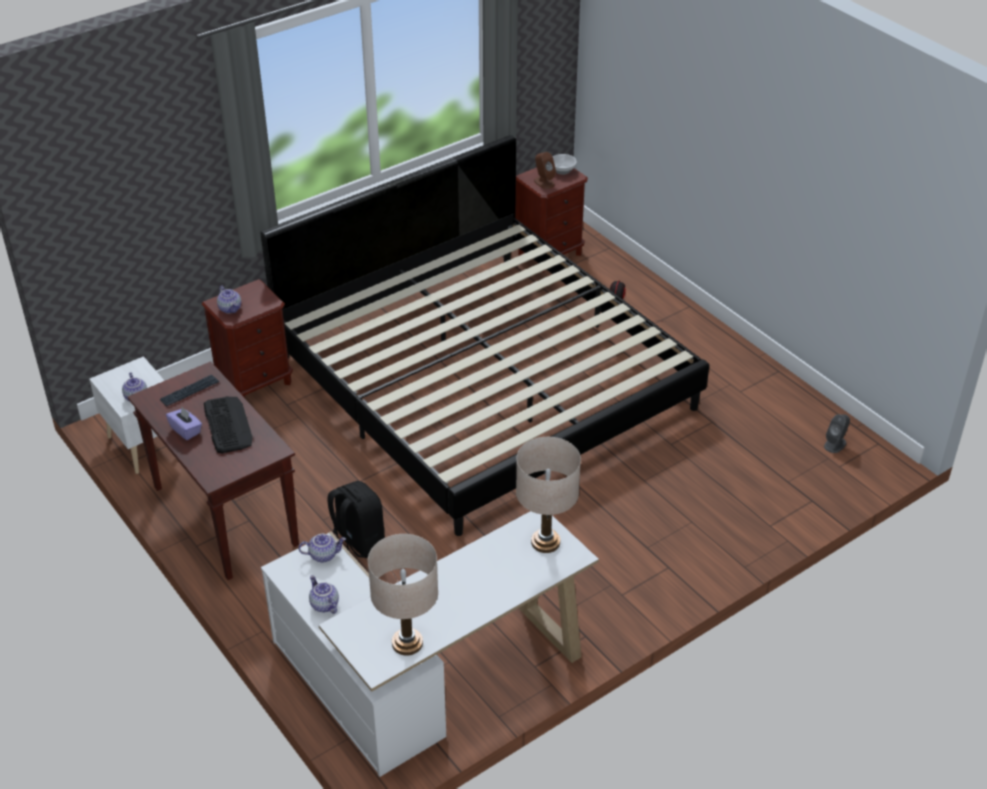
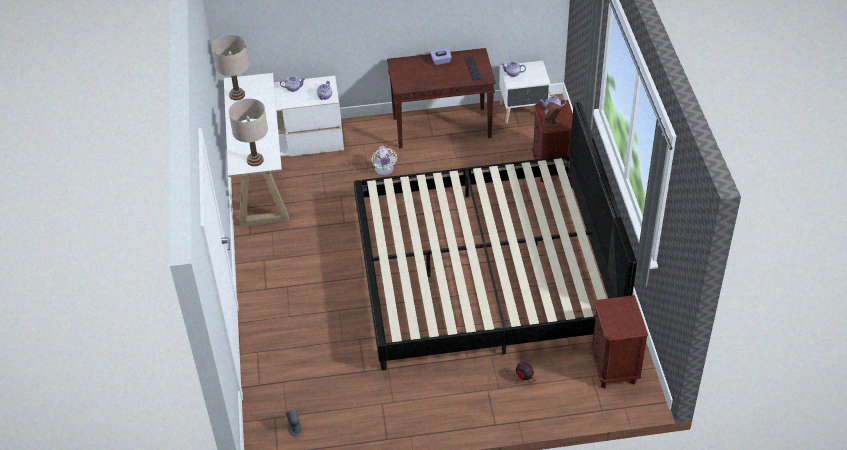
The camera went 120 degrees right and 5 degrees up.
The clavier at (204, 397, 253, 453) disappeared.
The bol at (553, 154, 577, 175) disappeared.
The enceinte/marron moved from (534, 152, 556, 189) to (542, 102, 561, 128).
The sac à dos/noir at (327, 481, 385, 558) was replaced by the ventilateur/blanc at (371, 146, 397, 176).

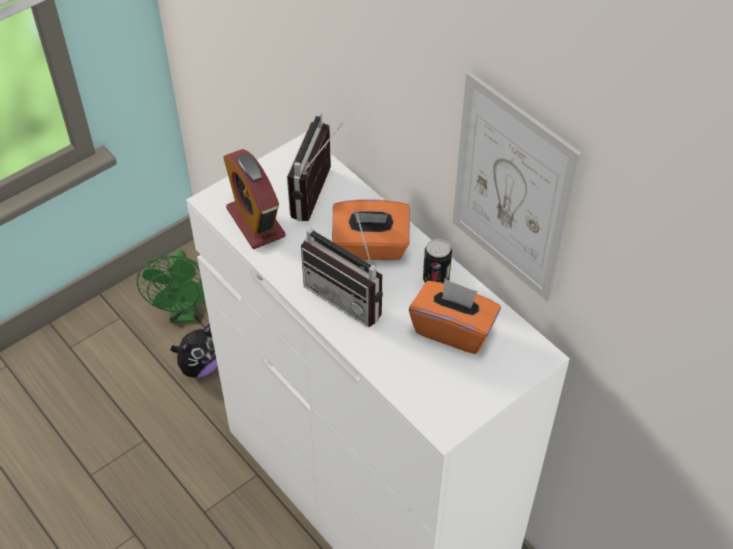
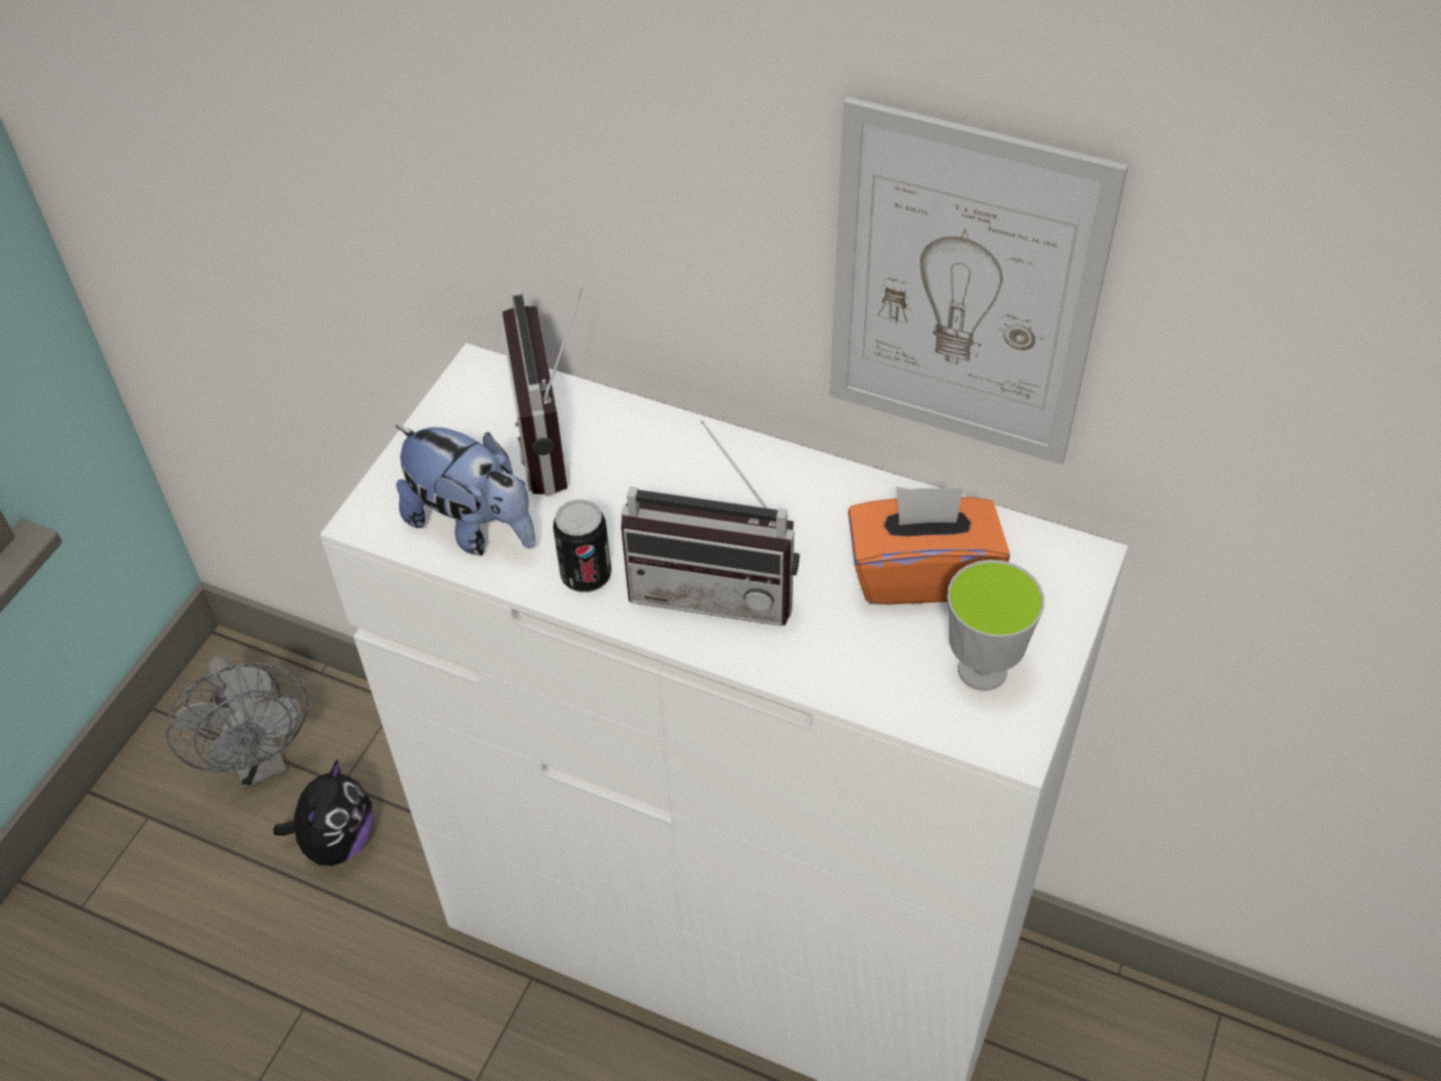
The camera went 25 degrees left and 0 degrees up.
The boîte à mouchoirs/orange at (332, 199, 410, 260) disappeared.
The tasse at (947, 560, 1044, 691) appeared.
The boîte métallique moved from (423, 239, 452, 283) to (553, 499, 611, 592).
The réveil at (223, 149, 285, 249) was replaced by the peluche at (395, 425, 535, 555).
The ventilateur/vert at (137, 250, 205, 323) became the ventilateur/gris at (166, 656, 308, 790).

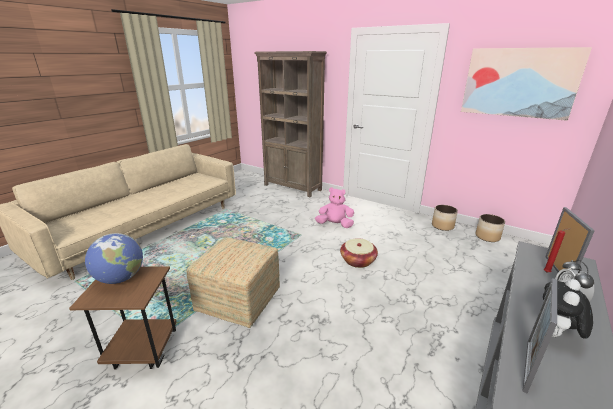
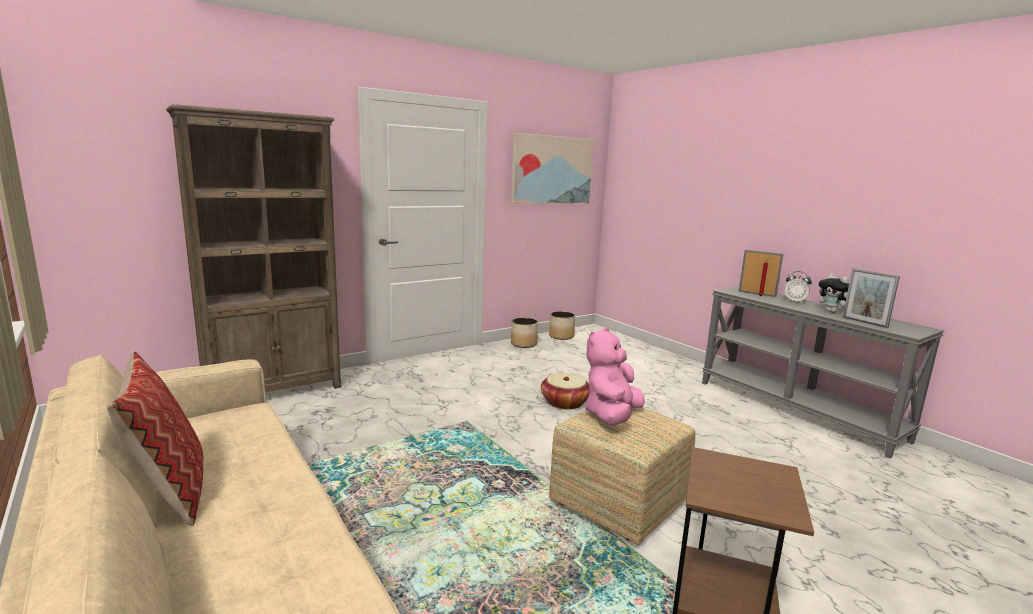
The camera went 70 degrees left and 10 degrees down.
The globe at (85, 233, 143, 284) disappeared.
The coussin at (107, 351, 204, 526) appeared.
The peluche/rose moved from (315, 187, 354, 228) to (585, 327, 645, 425).

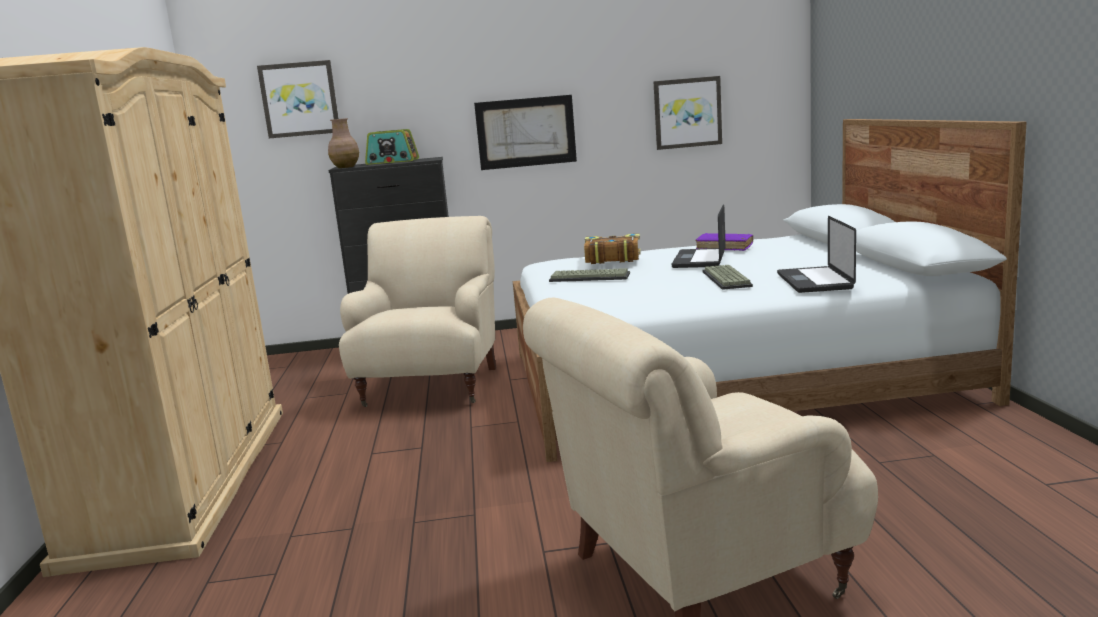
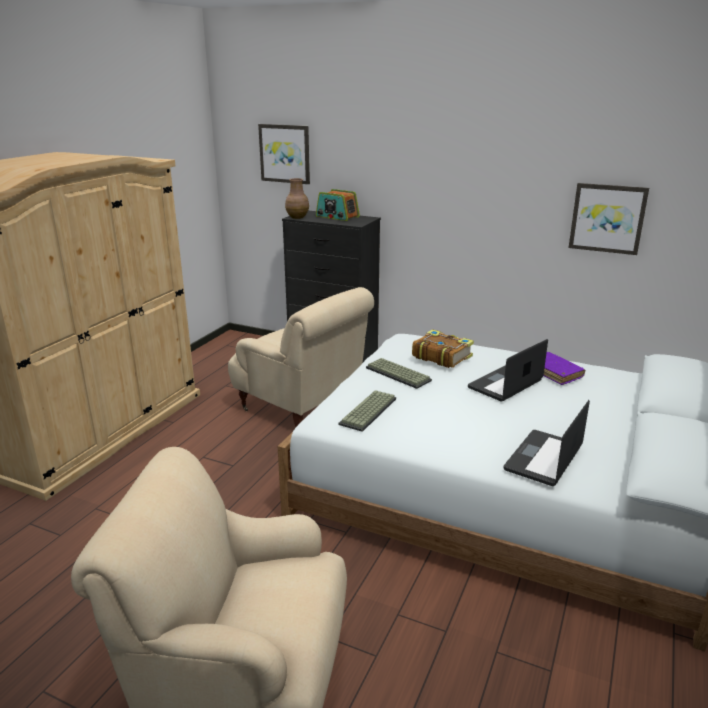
The camera went 30 degrees right and 10 degrees up.
The tableau at (474, 95, 577, 170) disappeared.
The clavier moved from (702, 265, 753, 290) to (339, 390, 396, 432).
The fauteuil/beige at (339, 216, 496, 407) turned 90 degrees clockwise.

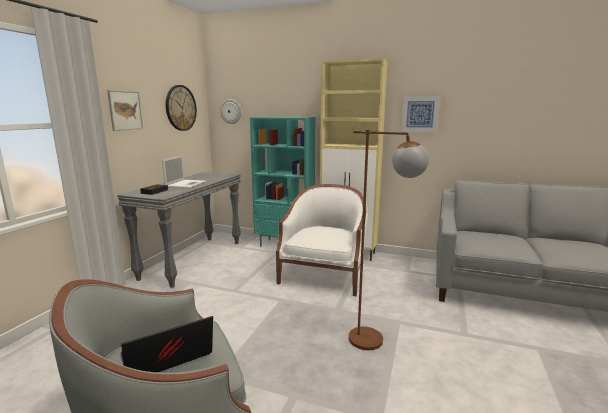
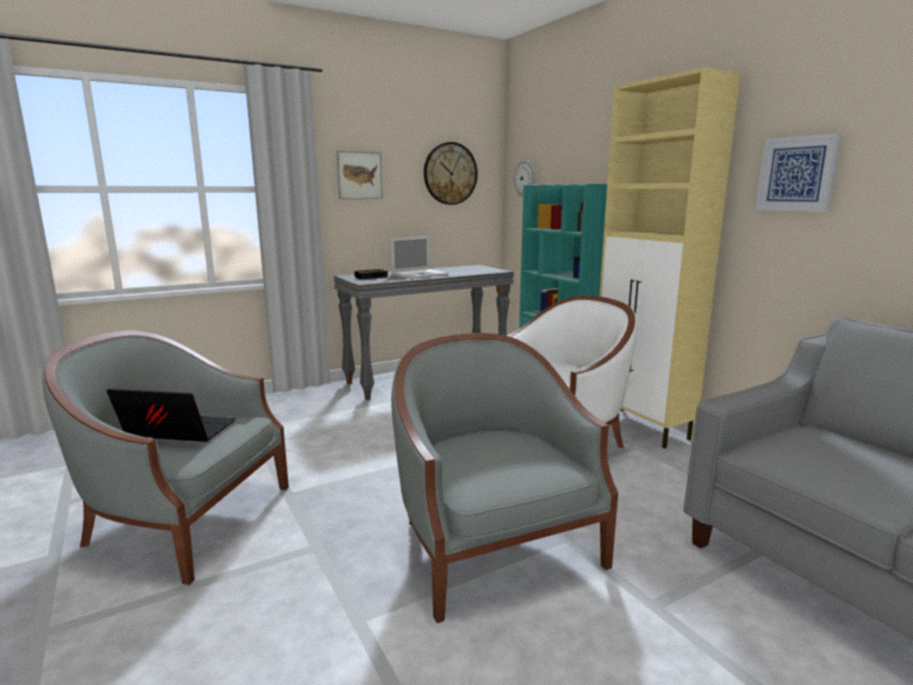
The camera went 40 degrees right and 0 degrees up.
The lampadaire/marron at (349, 130, 429, 350) was replaced by the fauteuil/gris at (391, 333, 618, 623).

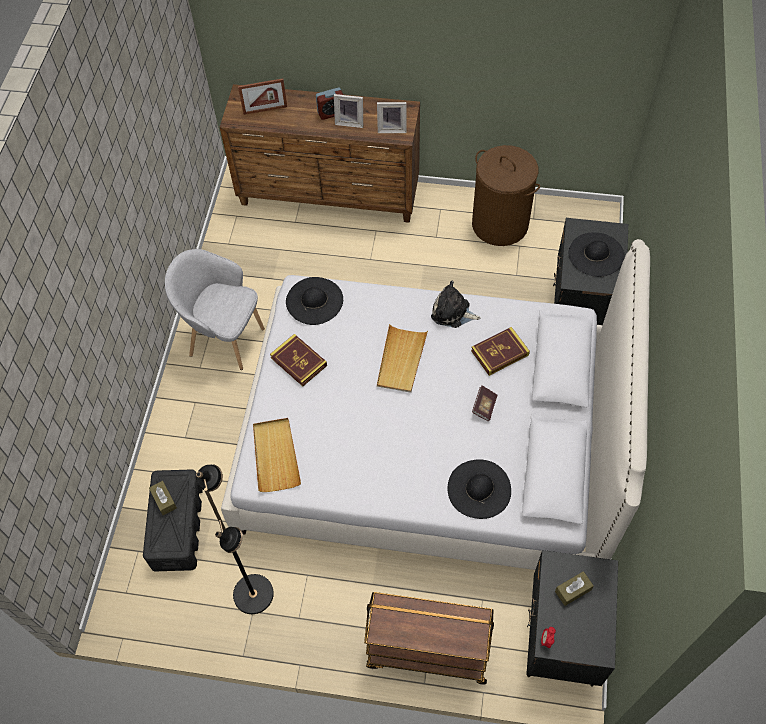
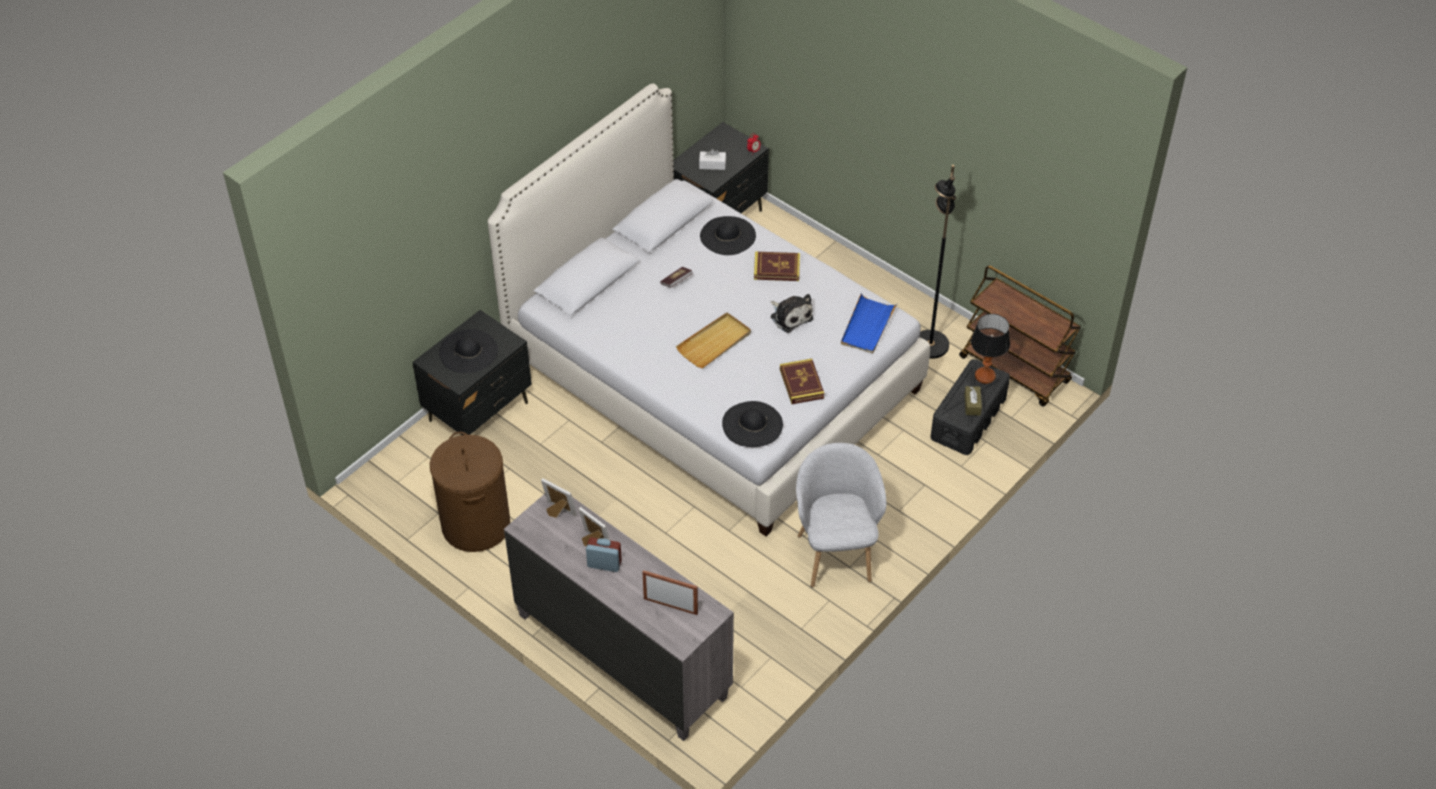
The camera went 150 degrees left and 10 degrees down.
The lampe de table at (971, 314, 1010, 384) appeared.
The chariot/marron moved from (364, 592, 494, 685) to (959, 265, 1081, 407).
The peluche moved from (431, 281, 481, 328) to (771, 294, 813, 333).
The livre moved from (471, 327, 530, 376) to (754, 251, 800, 281).
The commode/marron at (220, 84, 420, 223) became the commode/gris at (504, 494, 734, 741).
The plateau/beige at (253, 418, 301, 492) became the plateau/bleu at (841, 293, 898, 354).
The boîte à mouchoirs/marron at (555, 571, 594, 606) became the boîte à mouchoirs/blanc at (699, 149, 726, 170).
The fauteuil/gris at (165, 249, 265, 370) turned 150 degrees counterclockwise.

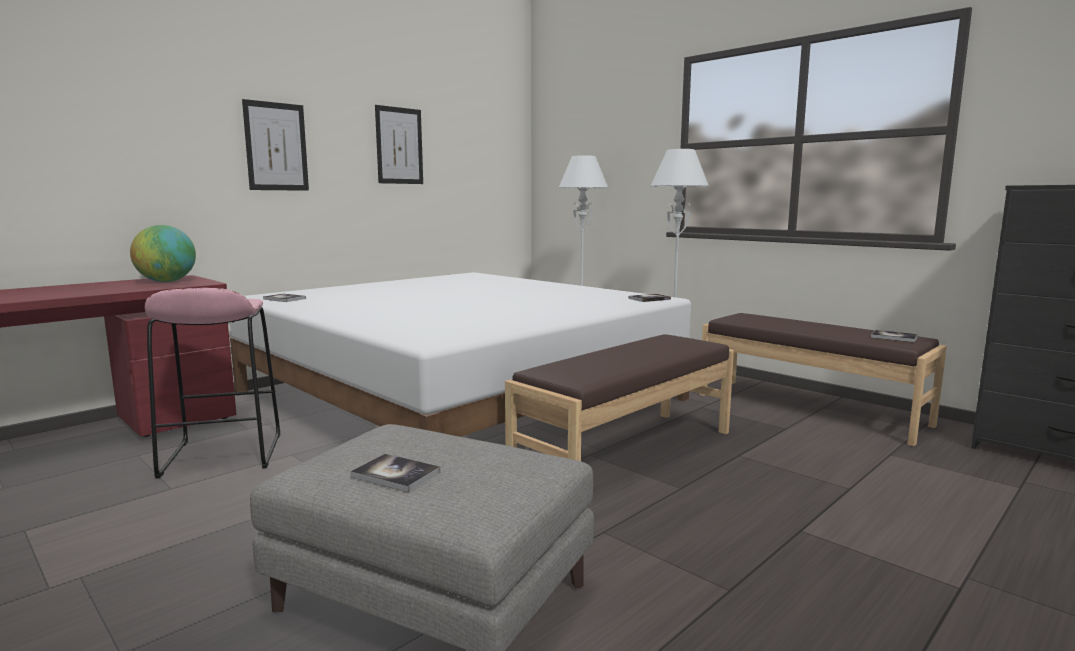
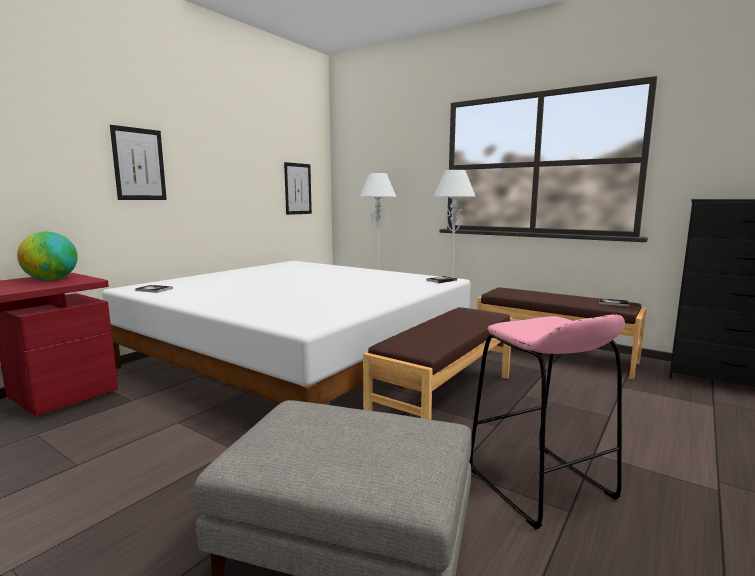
The camera went 10 degrees left and 0 degrees up.
The livre at (350, 454, 440, 492) disappeared.
The tabouret/rose moved from (145, 288, 280, 479) to (469, 314, 625, 529).
The tableau moved from (375, 105, 423, 184) to (284, 162, 312, 215).

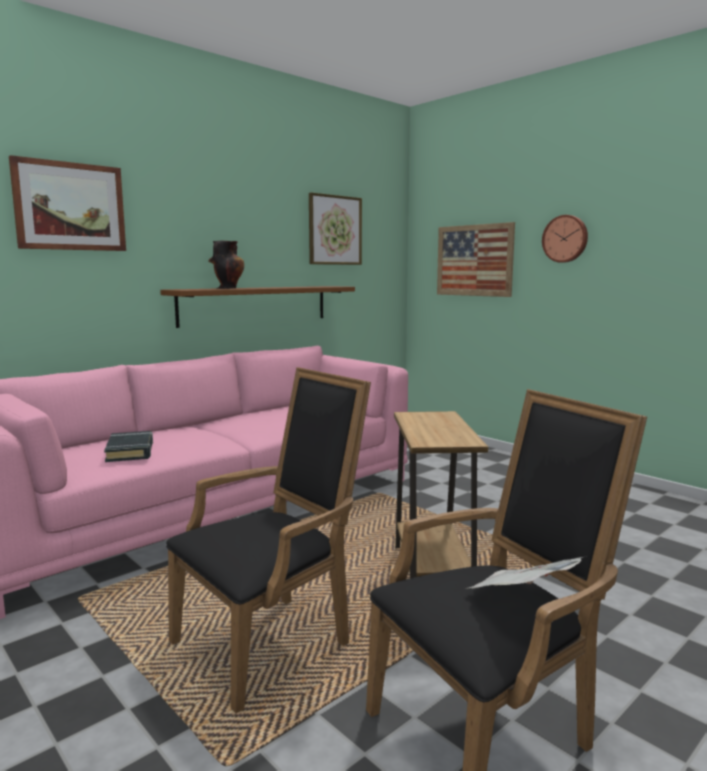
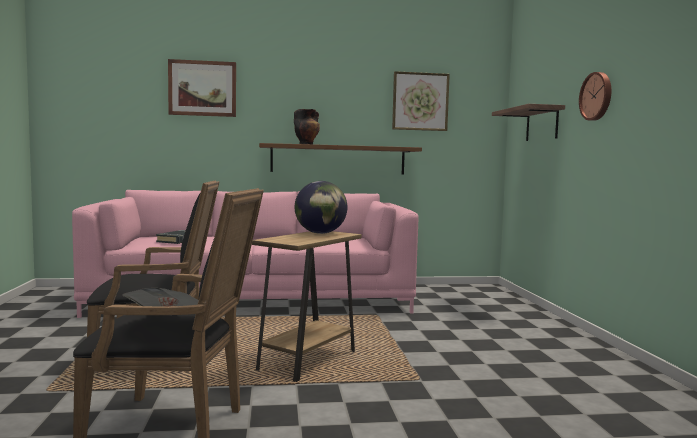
The camera went 35 degrees right and 5 degrees down.
The globe at (295, 181, 347, 234) appeared.
The tableau at (437, 222, 515, 297) was replaced by the étagère at (492, 104, 565, 141).

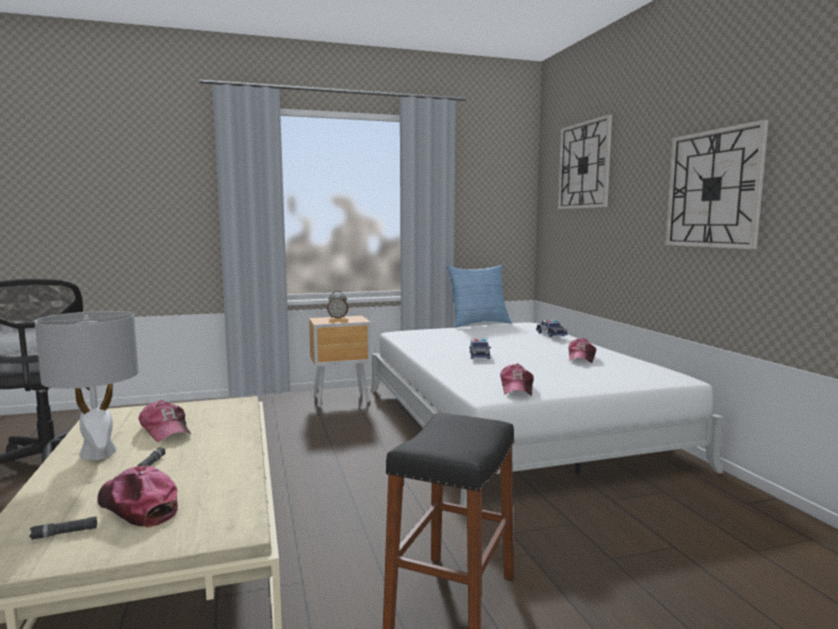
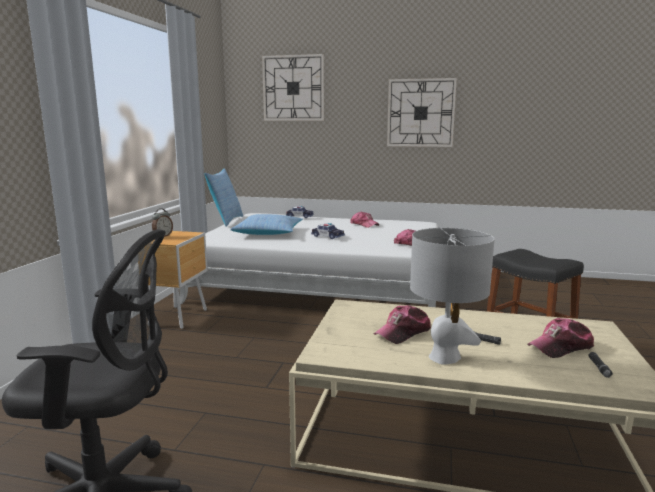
The camera went 60 degrees left and 5 degrees up.
The coussin at (230, 214, 303, 235) appeared.
The casquette at (138, 400, 191, 442) turned 150 degrees clockwise.

